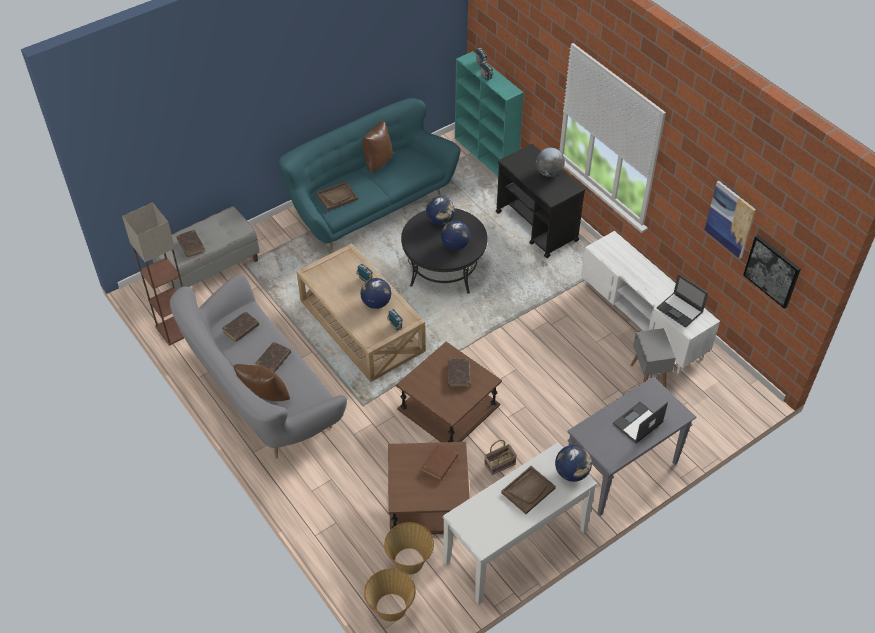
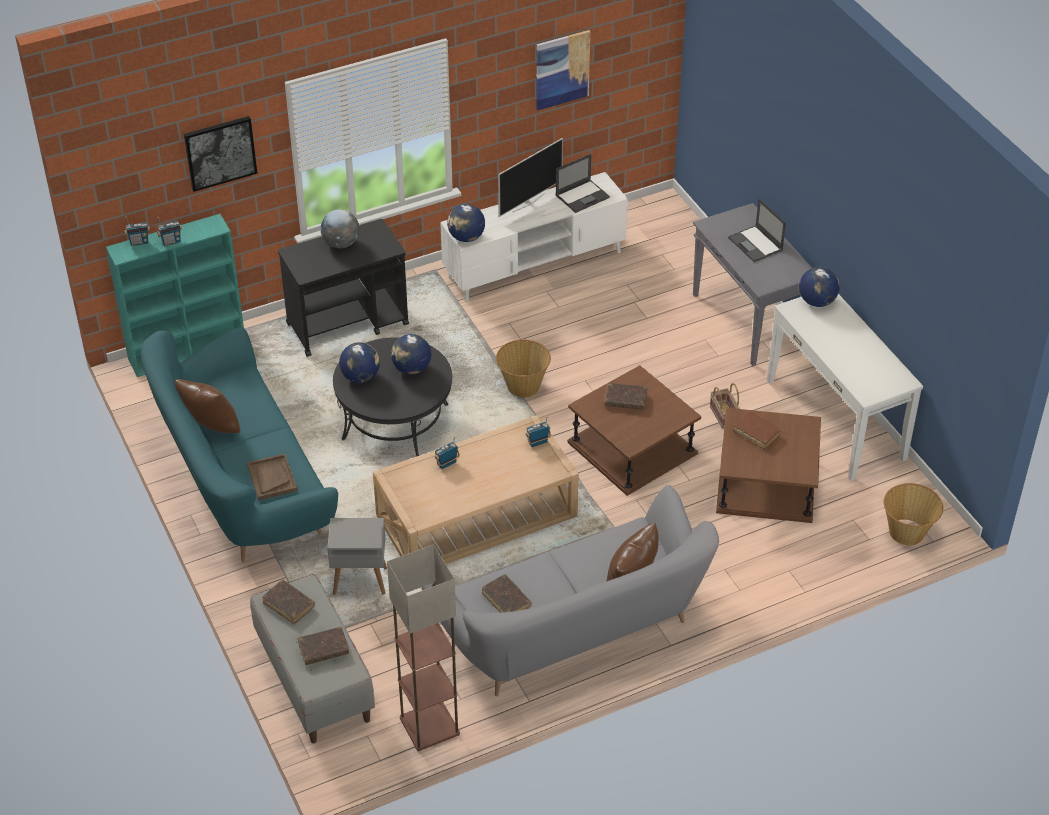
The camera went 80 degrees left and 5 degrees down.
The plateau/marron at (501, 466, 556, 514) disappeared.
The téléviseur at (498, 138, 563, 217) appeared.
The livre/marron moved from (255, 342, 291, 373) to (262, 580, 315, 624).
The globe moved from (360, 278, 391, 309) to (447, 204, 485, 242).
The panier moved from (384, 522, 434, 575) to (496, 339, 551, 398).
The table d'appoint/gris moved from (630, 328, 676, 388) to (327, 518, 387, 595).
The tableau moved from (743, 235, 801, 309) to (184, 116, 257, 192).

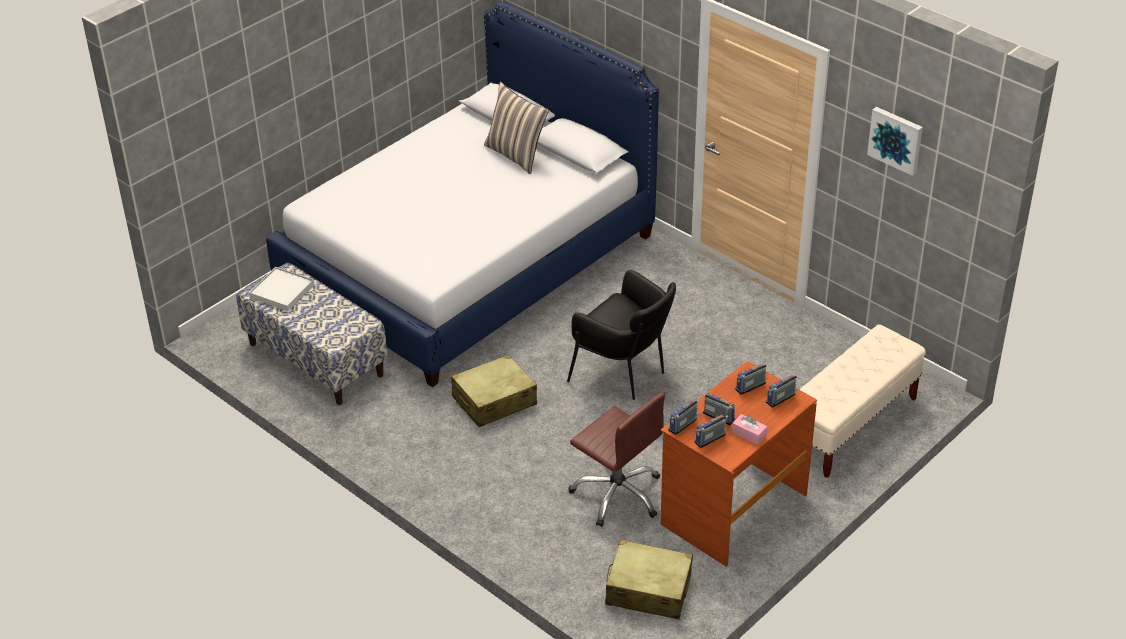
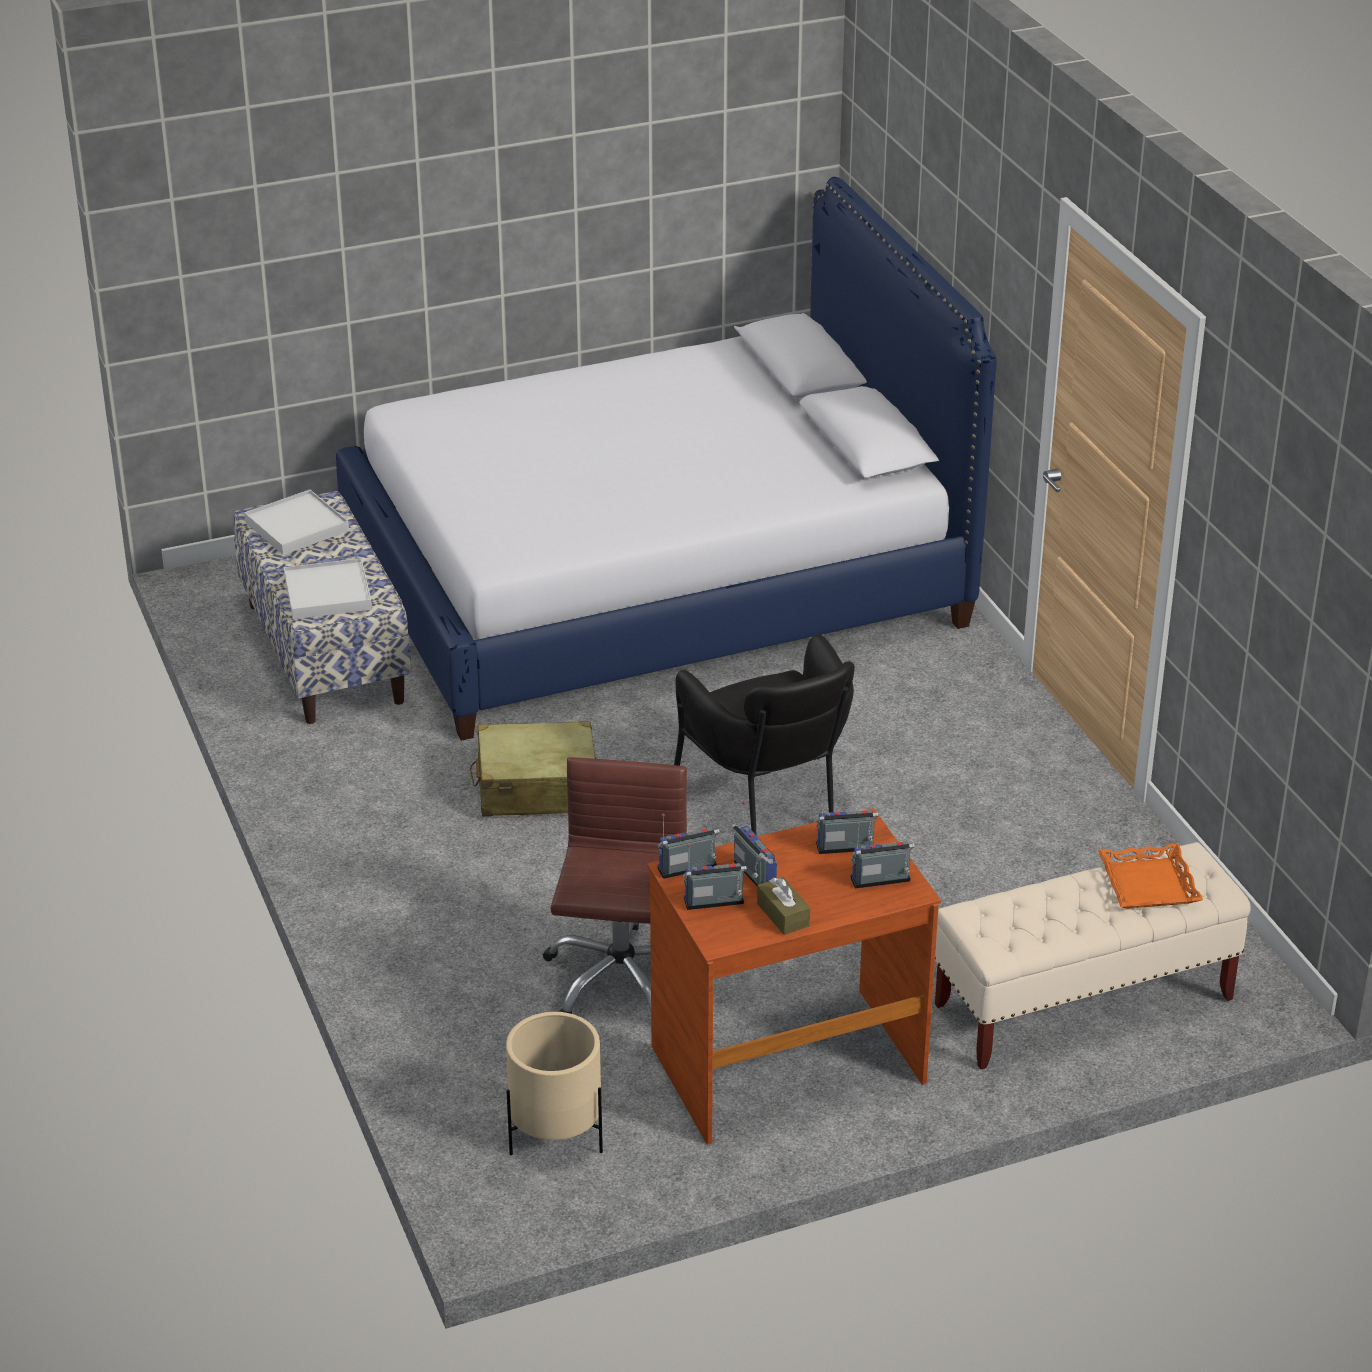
The camera went 25 degrees right and 5 degrees down.
The coussin at (484, 82, 549, 174) disappeared.
The tableau at (867, 107, 923, 176) disappeared.
The plateau/blanc at (284, 558, 372, 619) appeared.
The plateau/orange at (1098, 844, 1203, 909) appeared.
The valise/beige at (605, 540, 693, 620) was replaced by the cache-pot/beige at (506, 1012, 603, 1156).
The boîte à mouchoirs/rose at (732, 414, 767, 445) became the boîte à mouchoirs/marron at (757, 877, 810, 935).
The chaise de bureau/marron at (568, 392, 665, 527) turned 150 degrees counterclockwise.

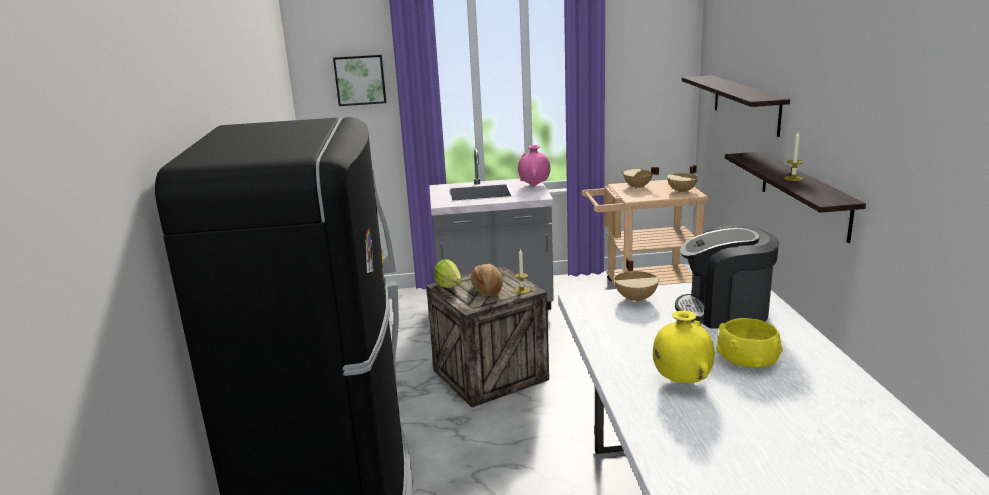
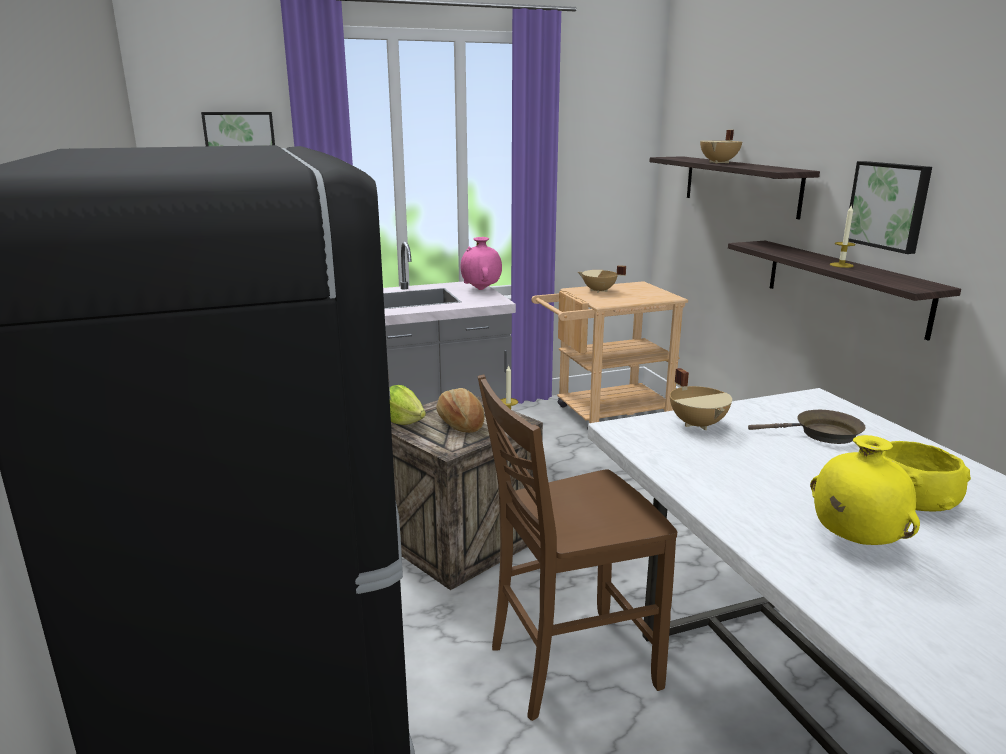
The camera went 15 degrees left and 0 degrees up.
The chaise/marron at (478, 375, 677, 721) appeared.
The tableau at (848, 161, 932, 254) appeared.
The marmite/beige moved from (667, 165, 698, 193) to (700, 130, 742, 163).
The machine à café at (675, 226, 779, 329) was replaced by the poêle/marron at (748, 410, 866, 444).

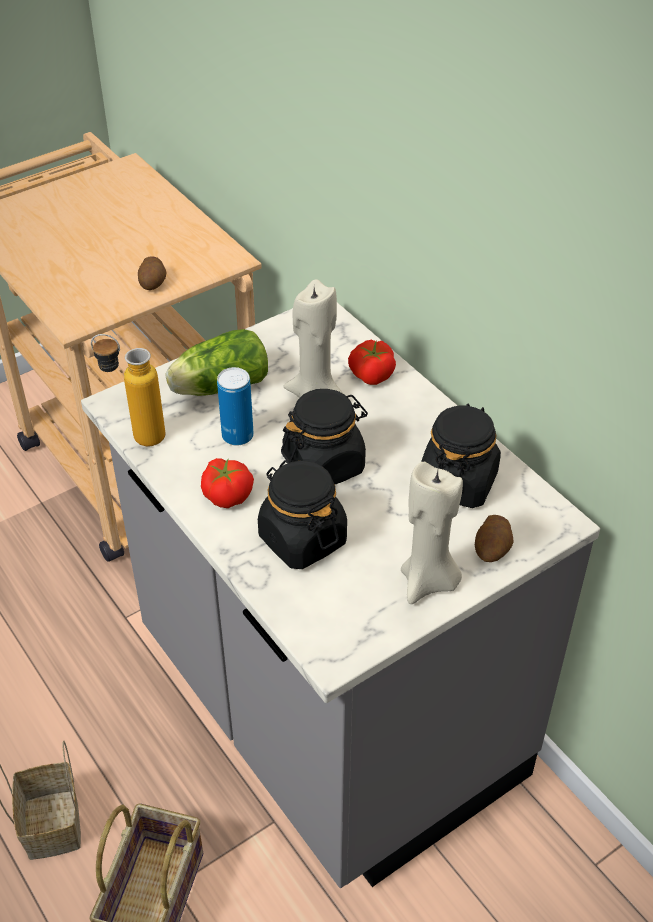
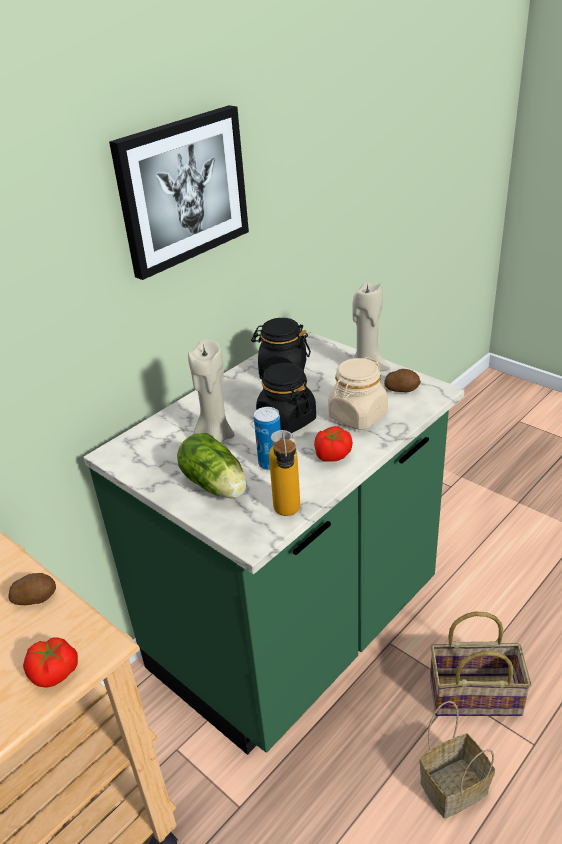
The camera went 100 degrees left and 10 degrees down.
The tableau at (109, 105, 249, 280) appeared.
The tomate moved from (348, 340, 396, 385) to (23, 637, 78, 688).
The pomme de terre moved from (475, 515, 514, 562) to (384, 369, 421, 392).
The comptoir de cuisine/gris at (81, 303, 600, 888) became the comptoir de cuisine/vert at (83, 329, 465, 755).
The bocal/noir at (258, 460, 347, 569) became the bocal/beige at (328, 357, 388, 430).

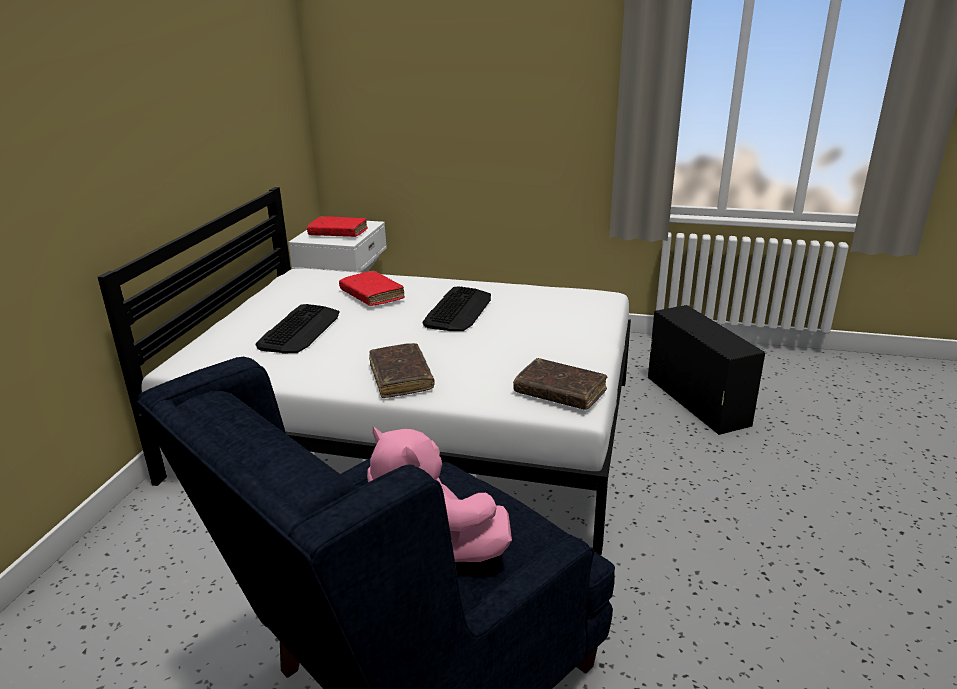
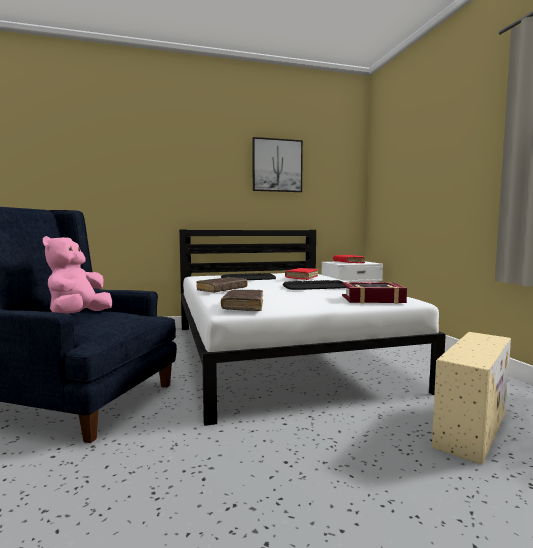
The camera went 60 degrees right and 20 degrees down.
The tableau at (252, 137, 303, 192) appeared.
The livre at (342, 281, 407, 304) appeared.
The boîte de rangement/noir at (648, 305, 765, 435) became the boîte de rangement/beige at (432, 332, 511, 465).

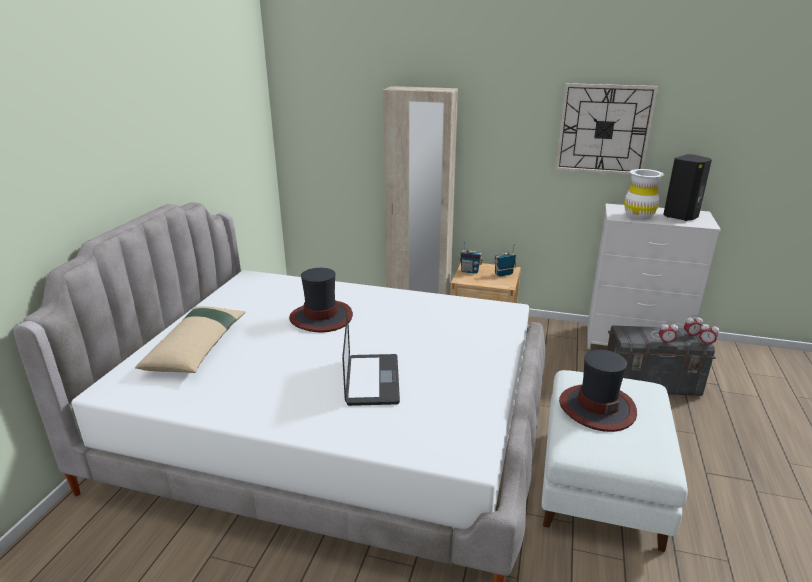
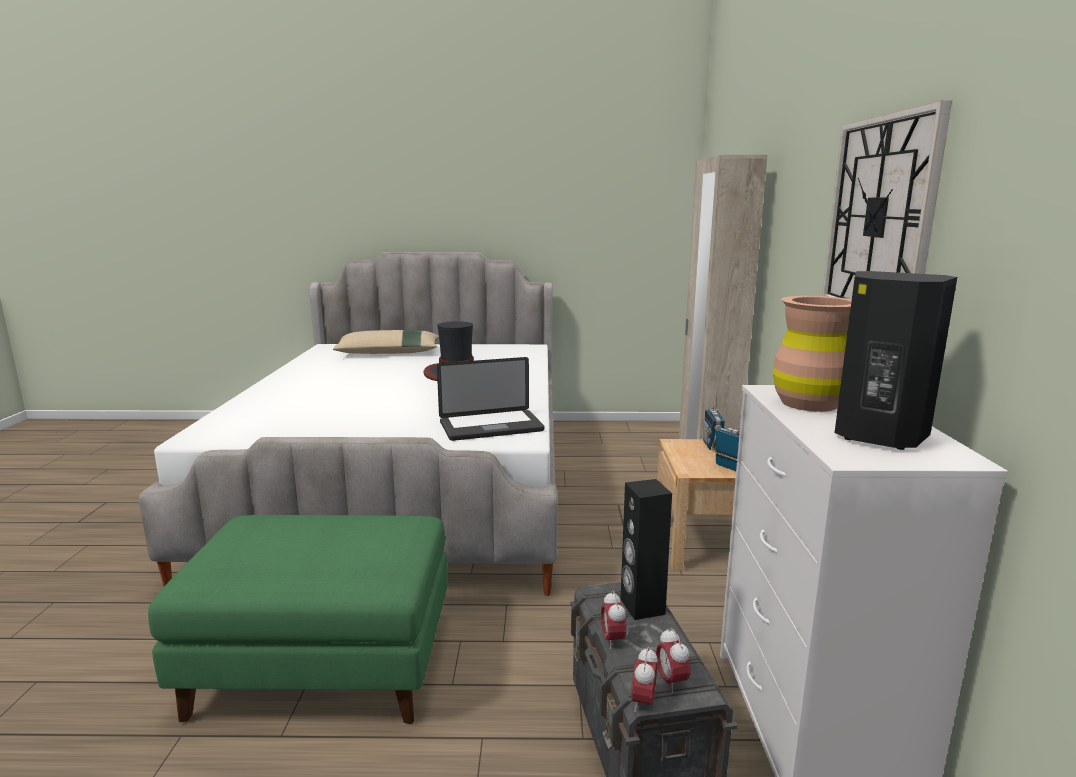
The camera went 75 degrees right and 10 degrees down.
The chapeau at (559, 350, 637, 432) disappeared.
The enceinte/noir at (620, 479, 672, 620) appeared.
The ordinateur portable moved from (342, 314, 400, 406) to (437, 357, 545, 441).
The pouf/blanc at (542, 370, 688, 552) became the pouf/vert at (148, 515, 448, 724).
The vase/blanc at (624, 169, 664, 220) became the vase/marron at (773, 296, 852, 412).

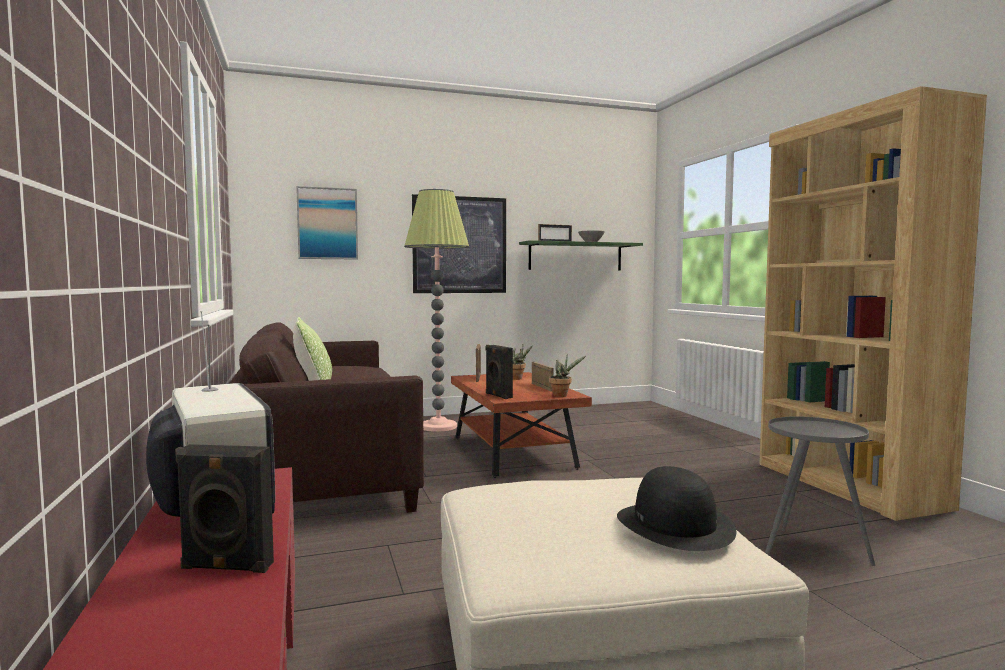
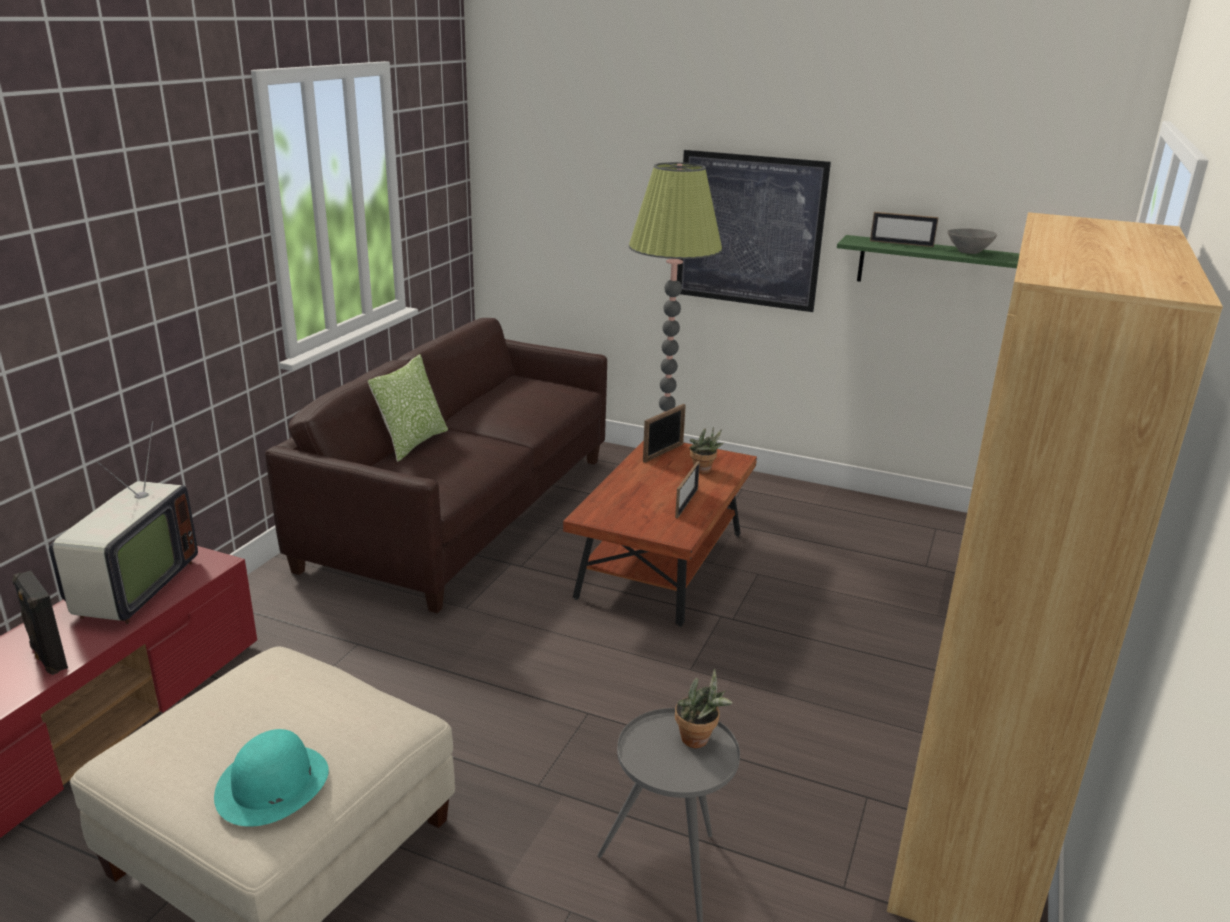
The camera went 40 degrees right and 20 degrees up.
The tableau at (296, 186, 358, 260) disappeared.
The enceinte/noir at (486, 345, 513, 399) disappeared.
The plante en pot moved from (549, 354, 586, 397) to (675, 668, 733, 748).
The chapeau/noir at (617, 466, 736, 551) became the chapeau/turquoise at (214, 729, 329, 827).

